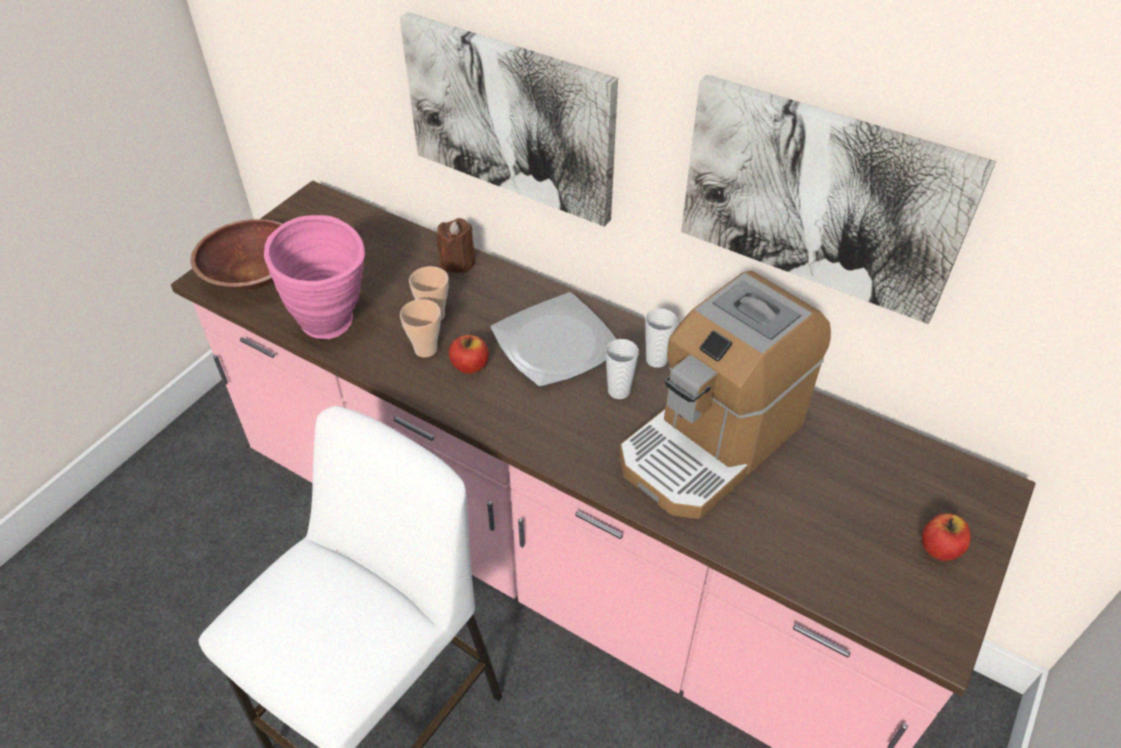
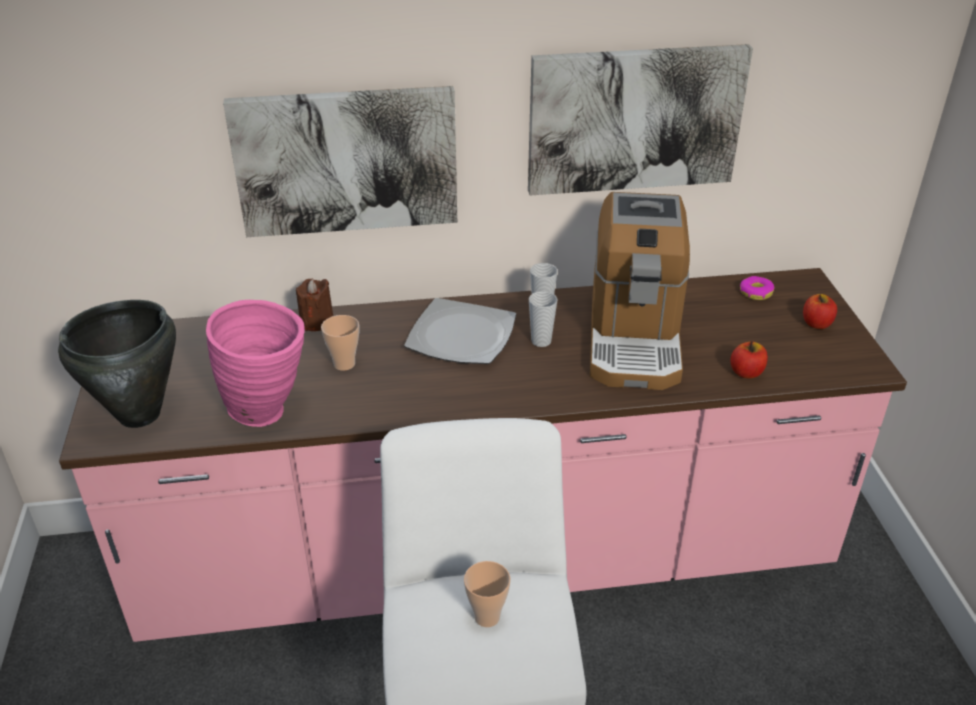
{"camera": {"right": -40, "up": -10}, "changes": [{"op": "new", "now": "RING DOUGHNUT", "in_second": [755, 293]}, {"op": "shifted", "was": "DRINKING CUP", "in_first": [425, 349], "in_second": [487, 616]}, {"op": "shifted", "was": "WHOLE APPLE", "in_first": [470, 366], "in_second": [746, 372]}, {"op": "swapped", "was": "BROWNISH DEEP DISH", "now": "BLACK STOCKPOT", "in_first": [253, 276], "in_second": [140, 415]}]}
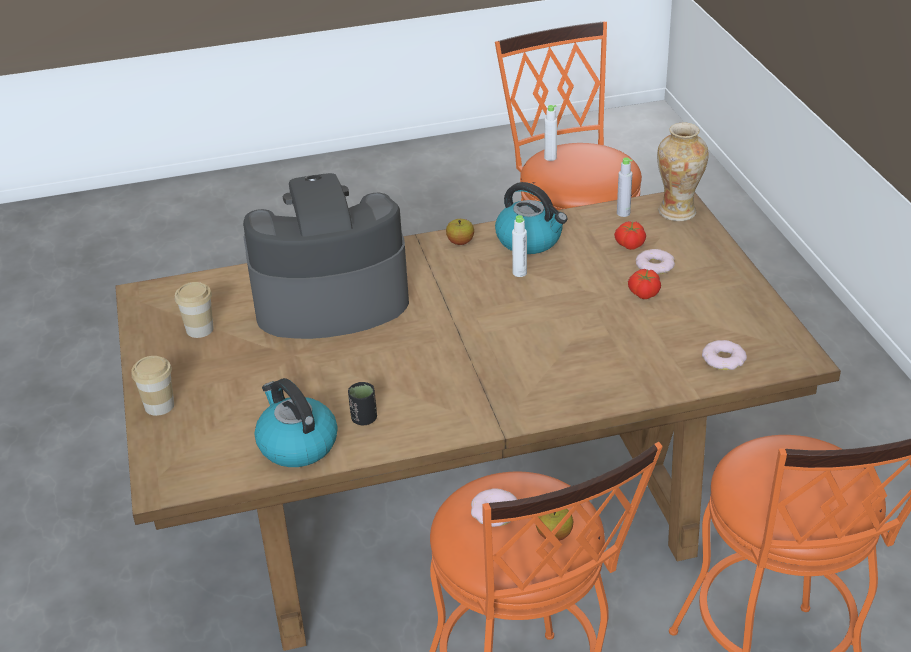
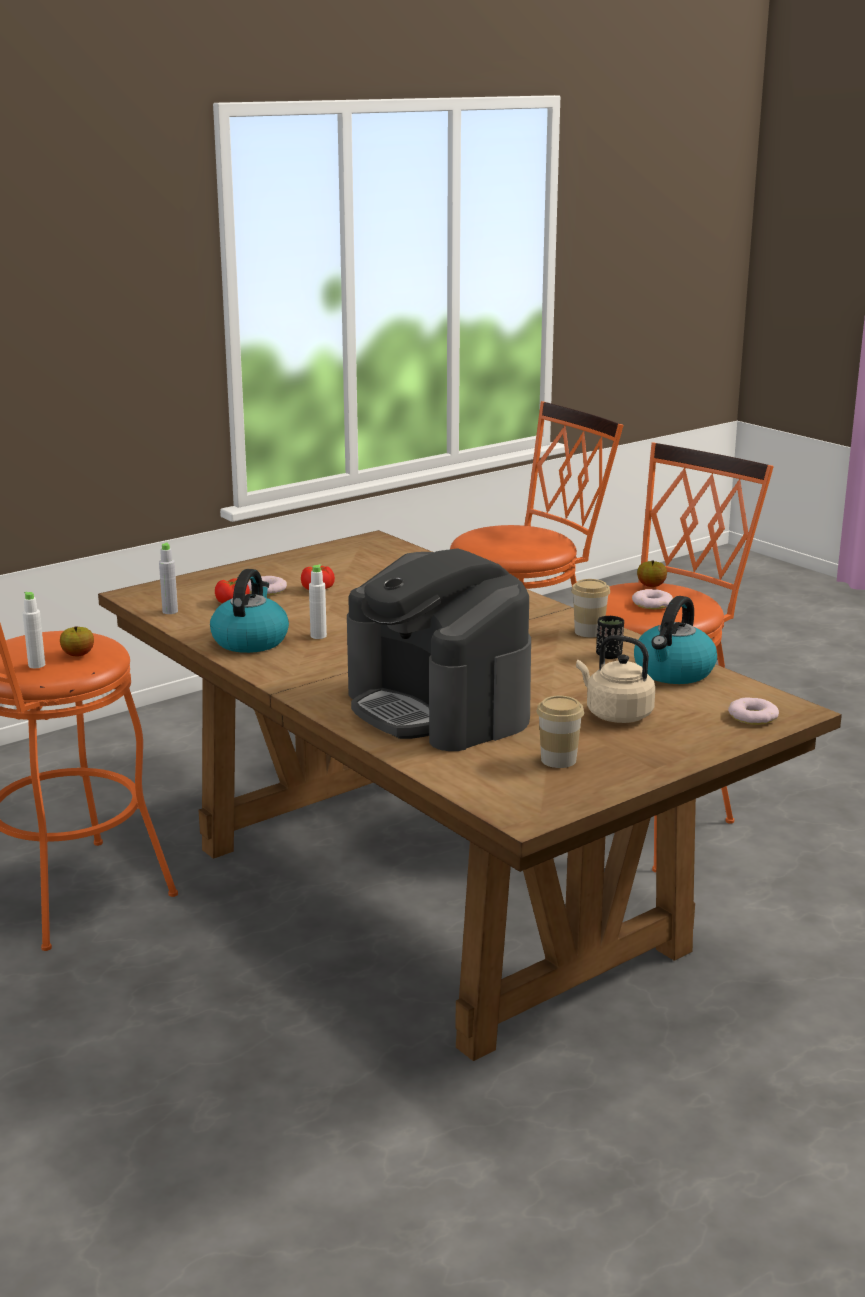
{"camera": {"right": -115, "up": -15}, "changes": [{"op": "gone", "was": "FLOWER VASE", "in_first": [677, 212]}, {"op": "new", "now": "BEIGE-COLOURED TEA KETTLE", "in_second": [615, 714]}, {"op": "shifted", "was": "DRINKING CUP", "in_first": [159, 406], "in_second": [589, 632]}, {"op": "shifted", "was": "WHOLE APPLE", "in_first": [460, 242], "in_second": [78, 655]}, {"op": "shifted", "was": "RING DOUGHNUT", "in_first": [723, 359], "in_second": [752, 716]}]}
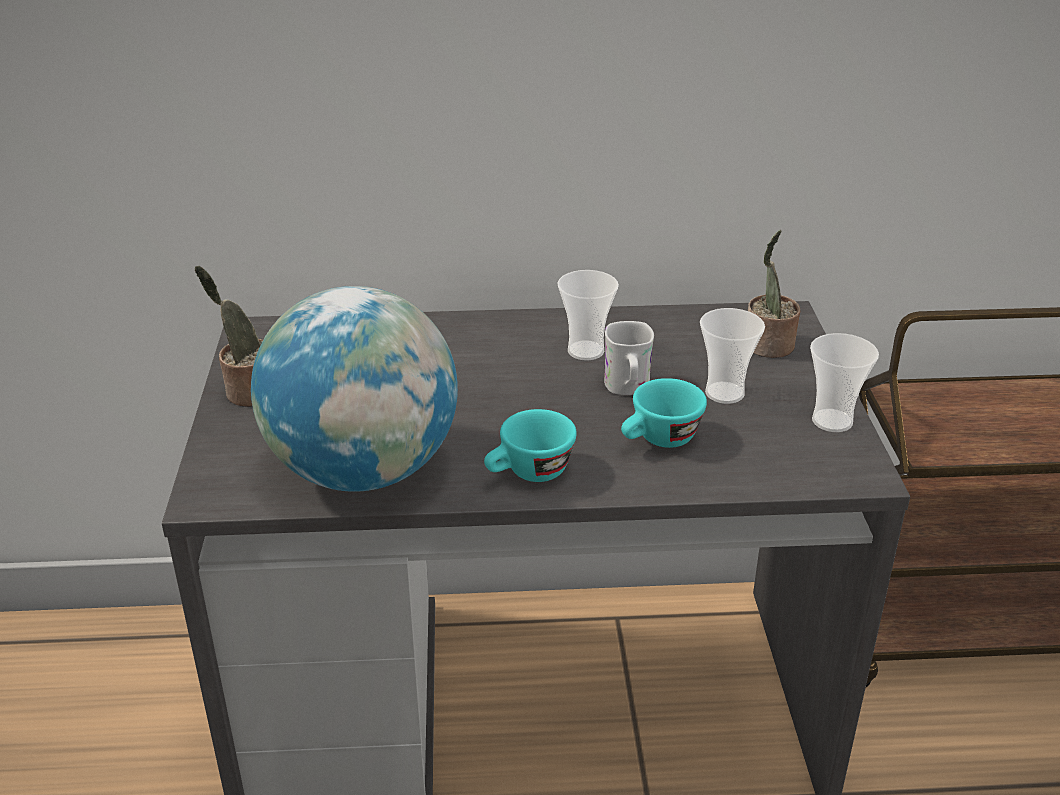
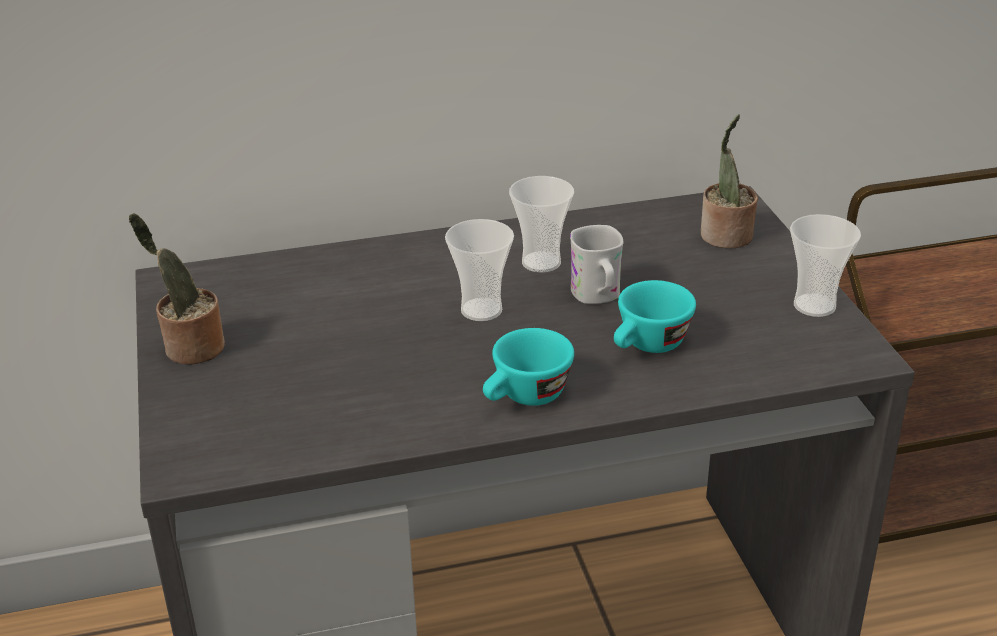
{"camera": {"right": -10, "up": 0}, "changes": [{"op": "gone", "was": "GLOBE", "in_first": [364, 471]}, {"op": "shifted", "was": "DRINKING CUP", "in_first": [724, 393], "in_second": [481, 310]}]}
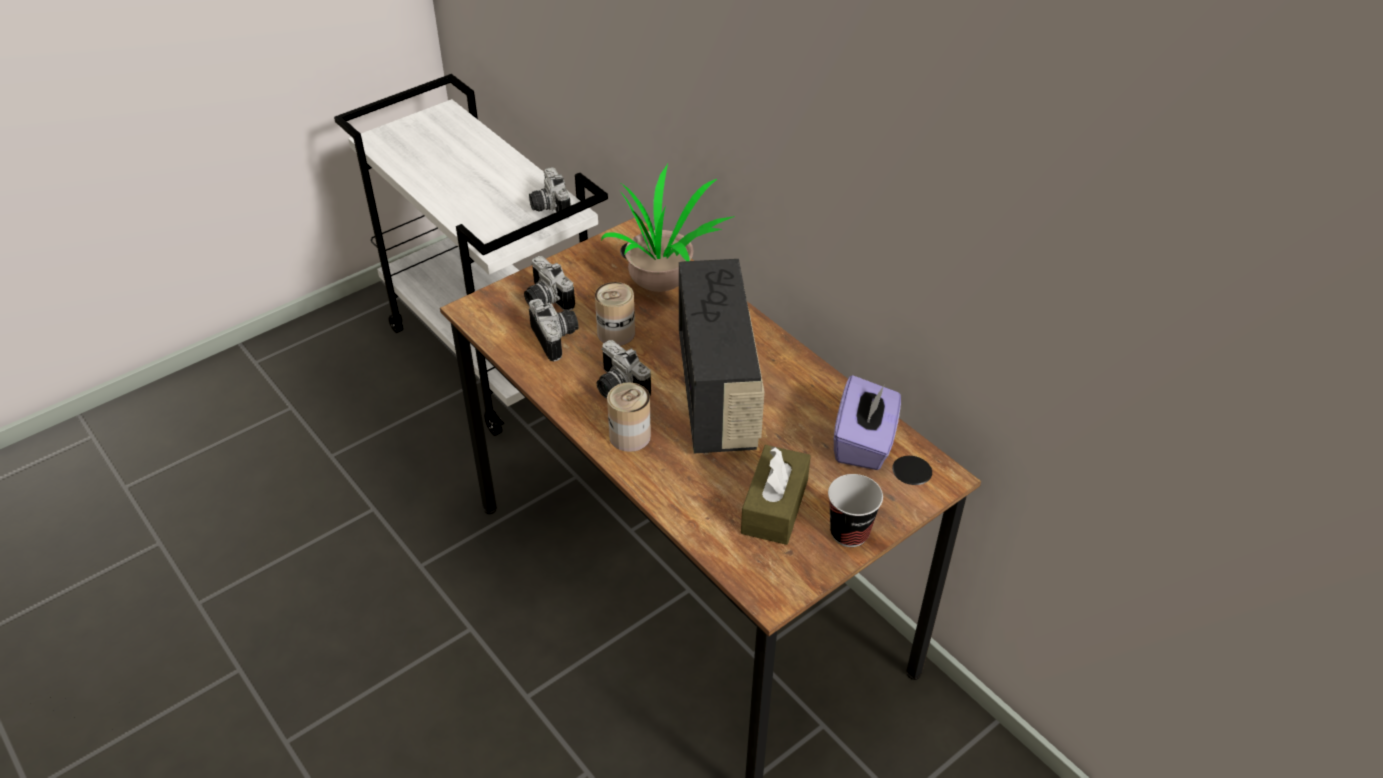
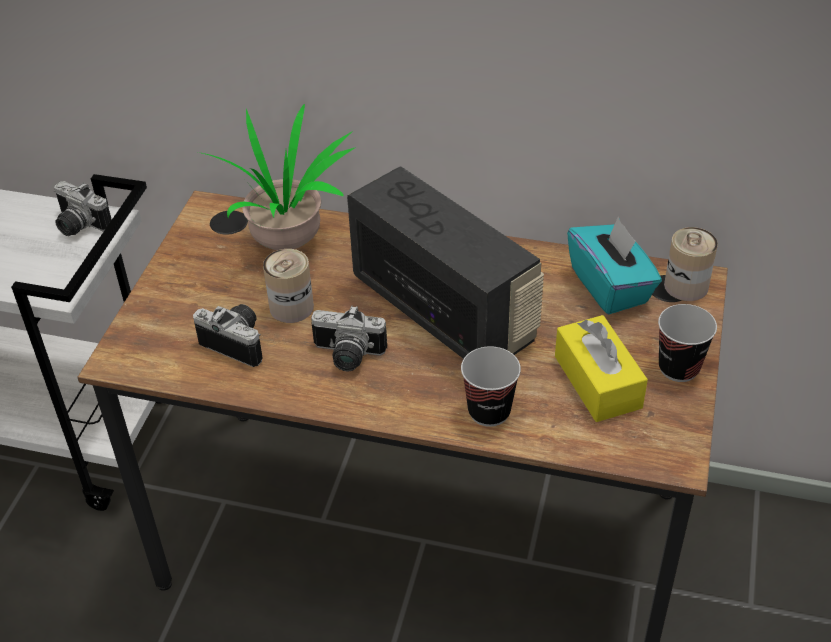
{"camera": {"right": -35, "up": 0}, "changes": [{"op": "gone", "was": "STILL CAMERA", "in_first": [544, 300]}, {"op": "new", "now": "DRINKING CUP", "in_second": [489, 411]}, {"op": "shifted", "was": "CAN", "in_first": [630, 436], "in_second": [686, 286]}, {"op": "repainted", "was": "BROWNISH BOX OF TISSUES", "now": "YELLOW BOX OF TISSUES", "in_first": [774, 506], "in_second": [597, 382]}, {"op": "repainted", "was": "PURPLE-COLOURED BOX OF TISSUES", "now": "BLUE-GREEN BOX OF TISSUES", "in_first": [864, 443], "in_second": [610, 286]}]}
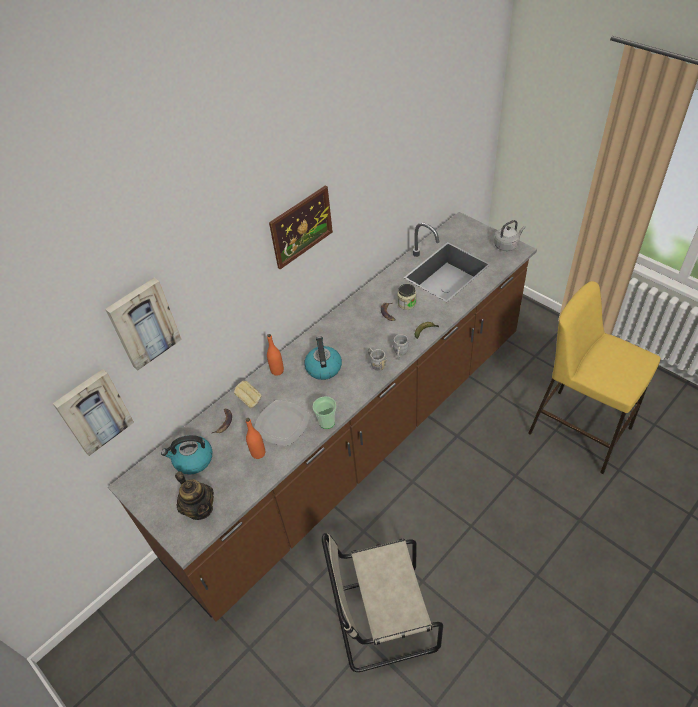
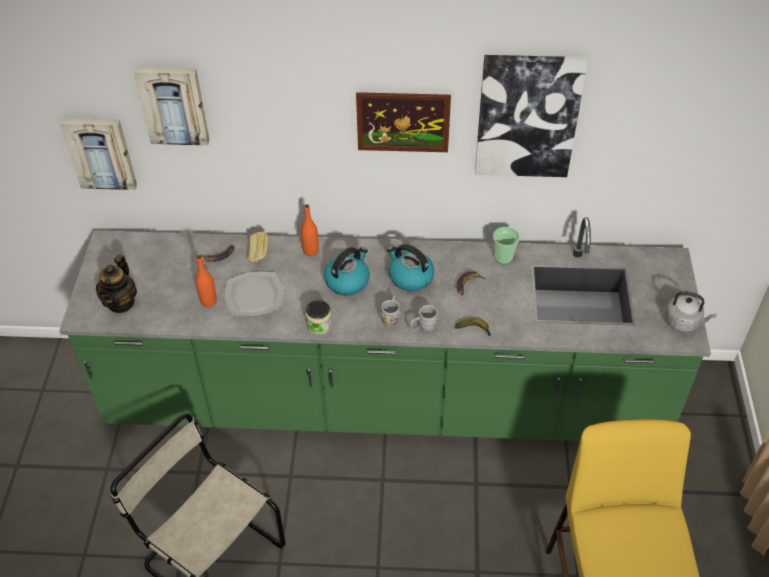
{"camera": {"right": 45, "up": 0}, "changes": [{"op": "new", "now": "WALL ART", "in_second": [527, 116]}, {"op": "shifted", "was": "TEA KETTLE", "in_first": [193, 460], "in_second": [410, 277]}, {"op": "shifted", "was": "DRINKING CUP", "in_first": [327, 422], "in_second": [503, 258]}, {"op": "shifted", "was": "PRESERVE JAR", "in_first": [406, 303], "in_second": [319, 325]}, {"op": "repainted", "was": "BROWNISH KITCHEN BASE UNIT", "now": "GREEN KITCHEN BASE UNIT", "in_first": [358, 441], "in_second": [385, 401]}]}
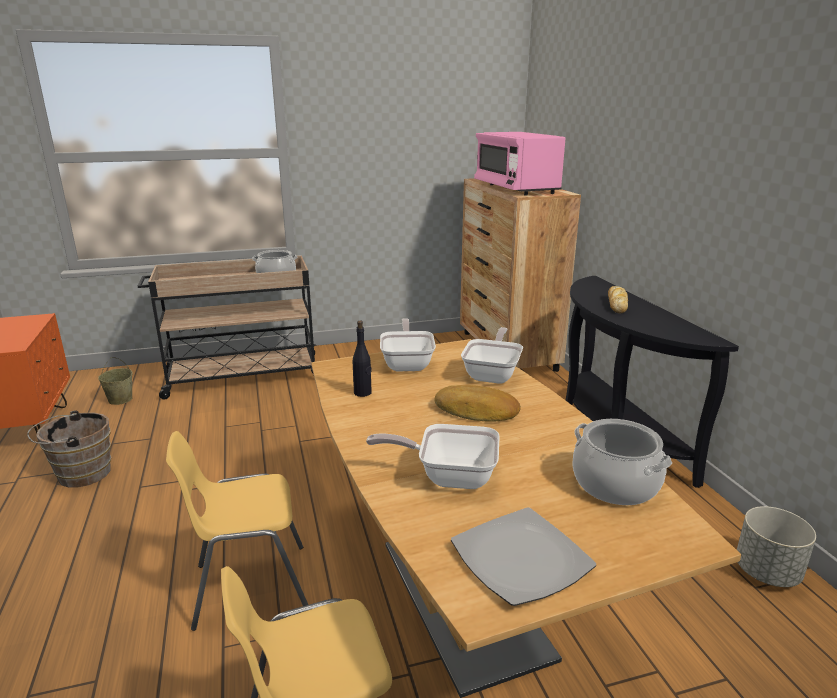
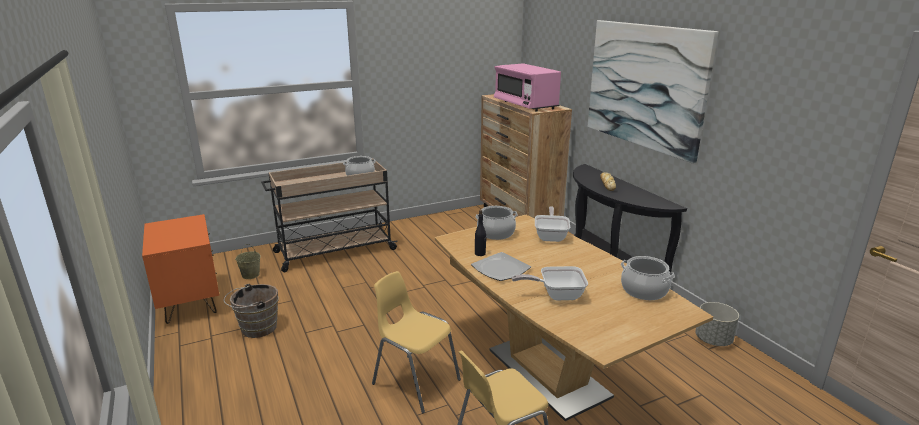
{"camera": {"right": -10, "up": 0}, "changes": [{"op": "gone", "was": "BAKED BREAD", "in_first": [477, 411]}, {"op": "new", "now": "WALL ART", "in_second": [644, 86]}, {"op": "shifted", "was": "FLAT DISH", "in_first": [519, 558], "in_second": [500, 269]}, {"op": "swapped", "was": "PAN", "now": "STOCKPOT", "in_first": [408, 363], "in_second": [496, 233]}, {"op": "rotated", "was": "YELLOW UPRIGHT CHAIR", "in_first": [250, 586], "in_second": [415, 382], "clockwise": 60}]}
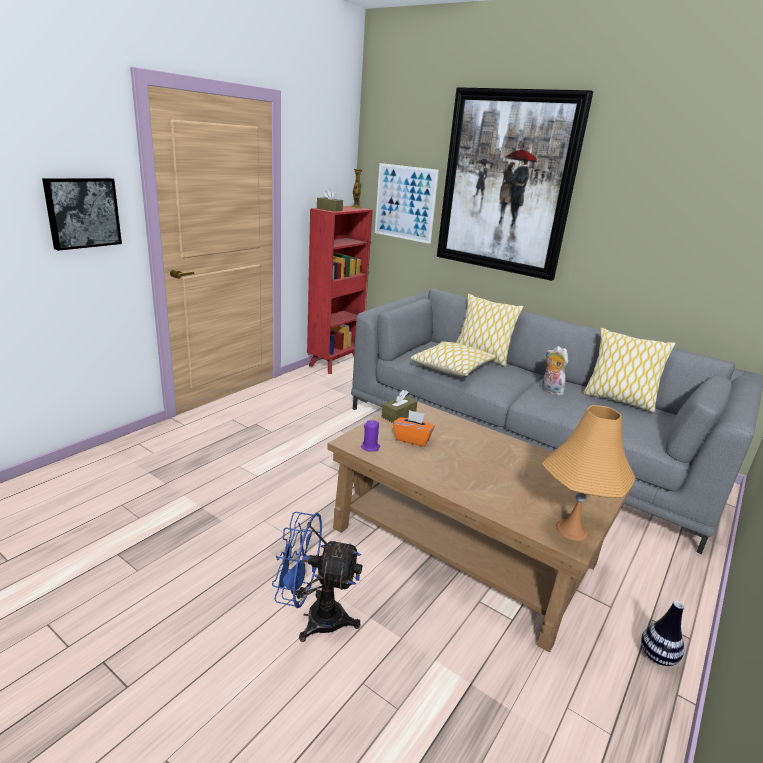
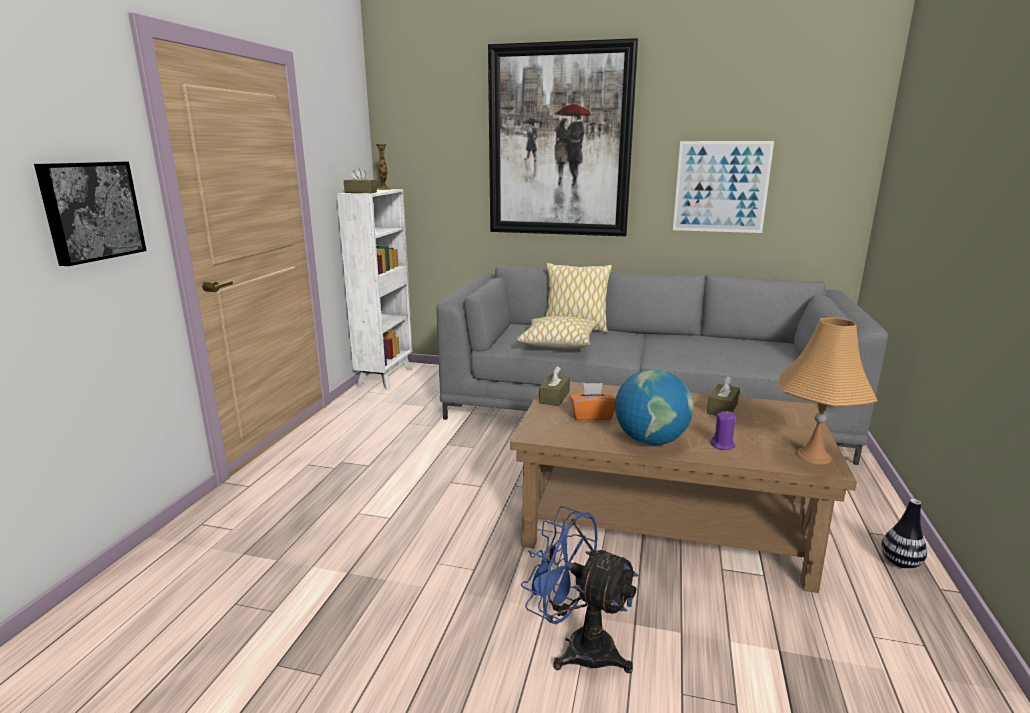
{"camera": {"right": -20, "up": -5}, "changes": [{"op": "gone", "was": "SOFT TOY", "in_first": [550, 391]}, {"op": "gone", "was": "THROW PILLOW", "in_first": [618, 400]}, {"op": "new", "now": "GLOBE", "in_second": [650, 440]}, {"op": "new", "now": "BROWNISH BOX OF TISSUES", "in_second": [722, 408]}, {"op": "shifted", "was": "PURPLE-COLOURED WAX CANDLE", "in_first": [370, 447], "in_second": [723, 445]}, {"op": "shifted", "was": "WALL ART", "in_first": [405, 203], "in_second": [721, 187]}, {"op": "repainted", "was": "RED BOOKCASE", "now": "WHITE-COLOURED BOOKCASE", "in_first": [335, 363], "in_second": [386, 377]}, {"op": "rotated", "was": "BLUE-COLOURED COOLING FAN", "in_first": [315, 617], "in_second": [578, 646], "clockwise": 45}]}
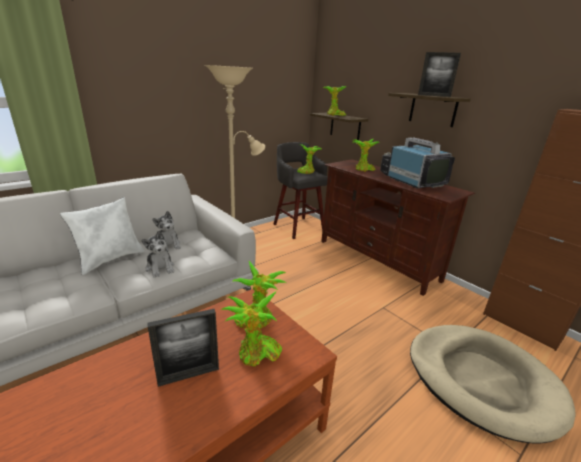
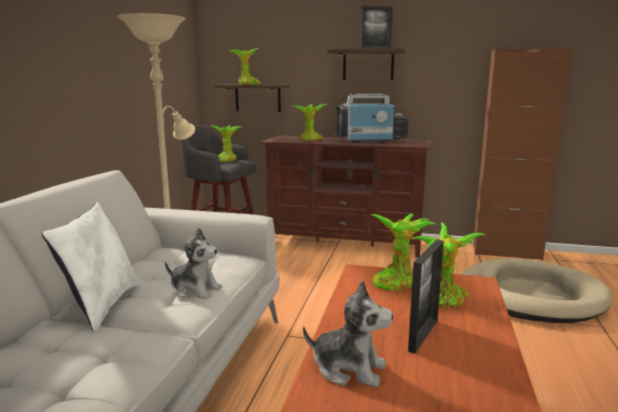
{"camera": {"right": -35, "up": -10}, "changes": [{"op": "shifted", "was": "SOFT TOY", "in_first": [168, 245], "in_second": [349, 368]}, {"op": "rotated", "was": "TV", "in_first": [411, 181], "in_second": [371, 141], "clockwise": 150}]}
